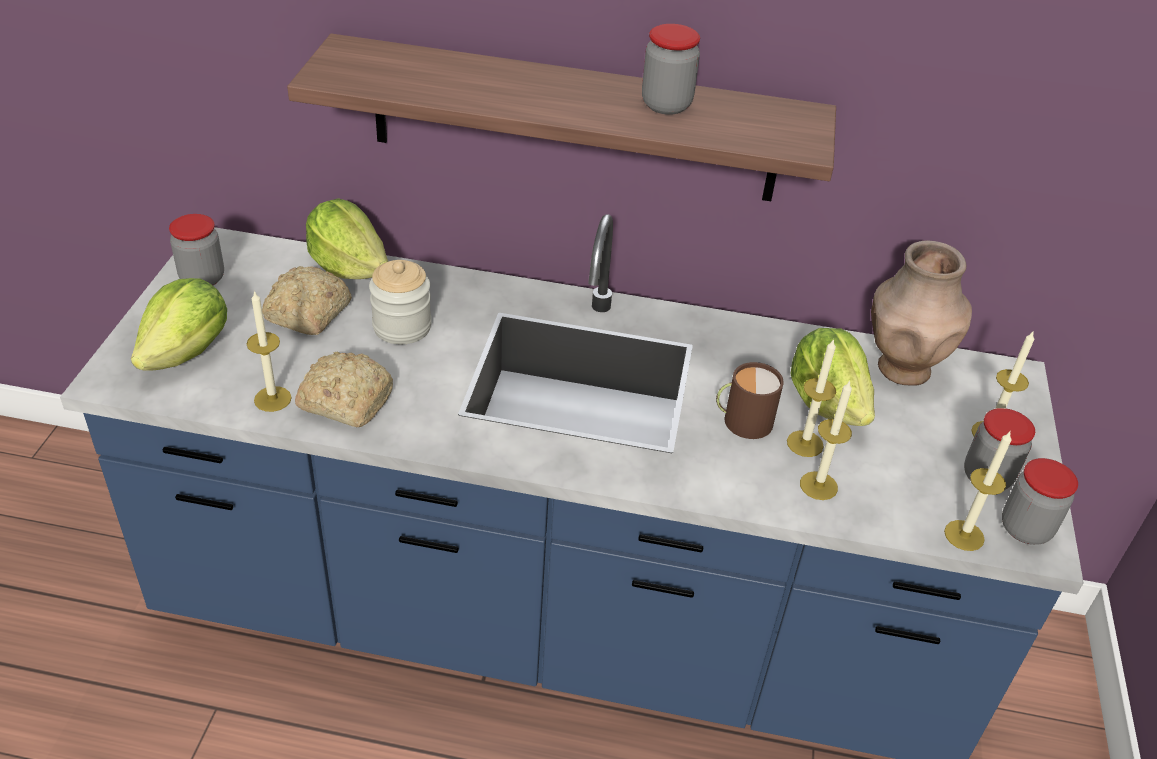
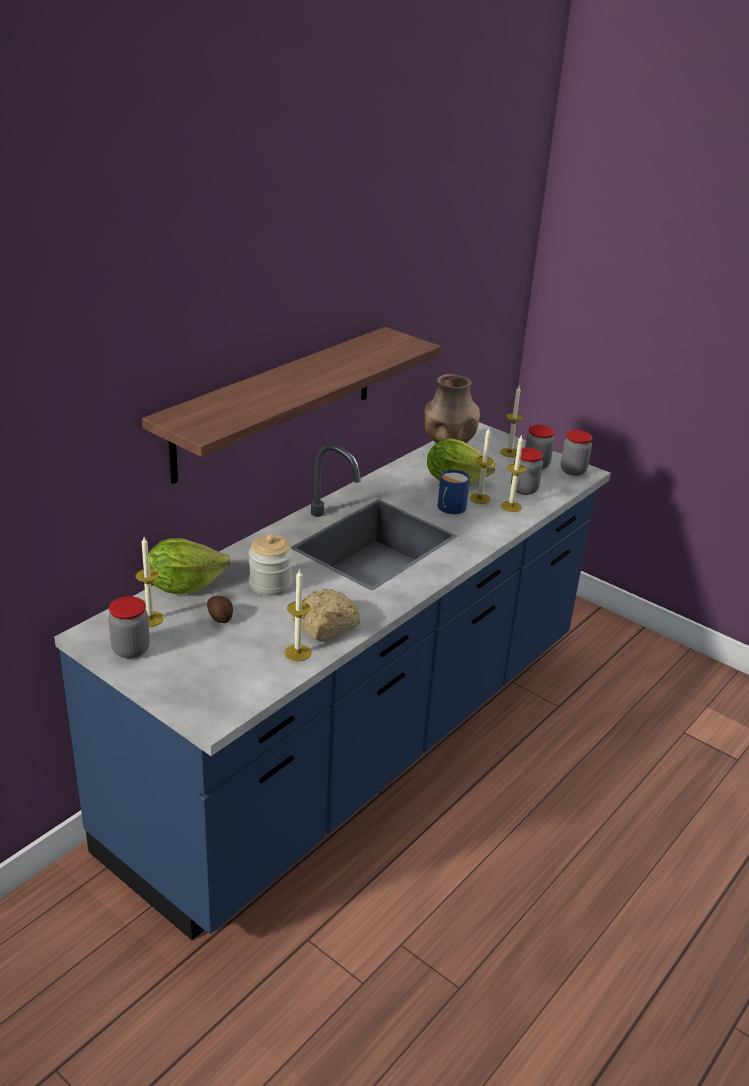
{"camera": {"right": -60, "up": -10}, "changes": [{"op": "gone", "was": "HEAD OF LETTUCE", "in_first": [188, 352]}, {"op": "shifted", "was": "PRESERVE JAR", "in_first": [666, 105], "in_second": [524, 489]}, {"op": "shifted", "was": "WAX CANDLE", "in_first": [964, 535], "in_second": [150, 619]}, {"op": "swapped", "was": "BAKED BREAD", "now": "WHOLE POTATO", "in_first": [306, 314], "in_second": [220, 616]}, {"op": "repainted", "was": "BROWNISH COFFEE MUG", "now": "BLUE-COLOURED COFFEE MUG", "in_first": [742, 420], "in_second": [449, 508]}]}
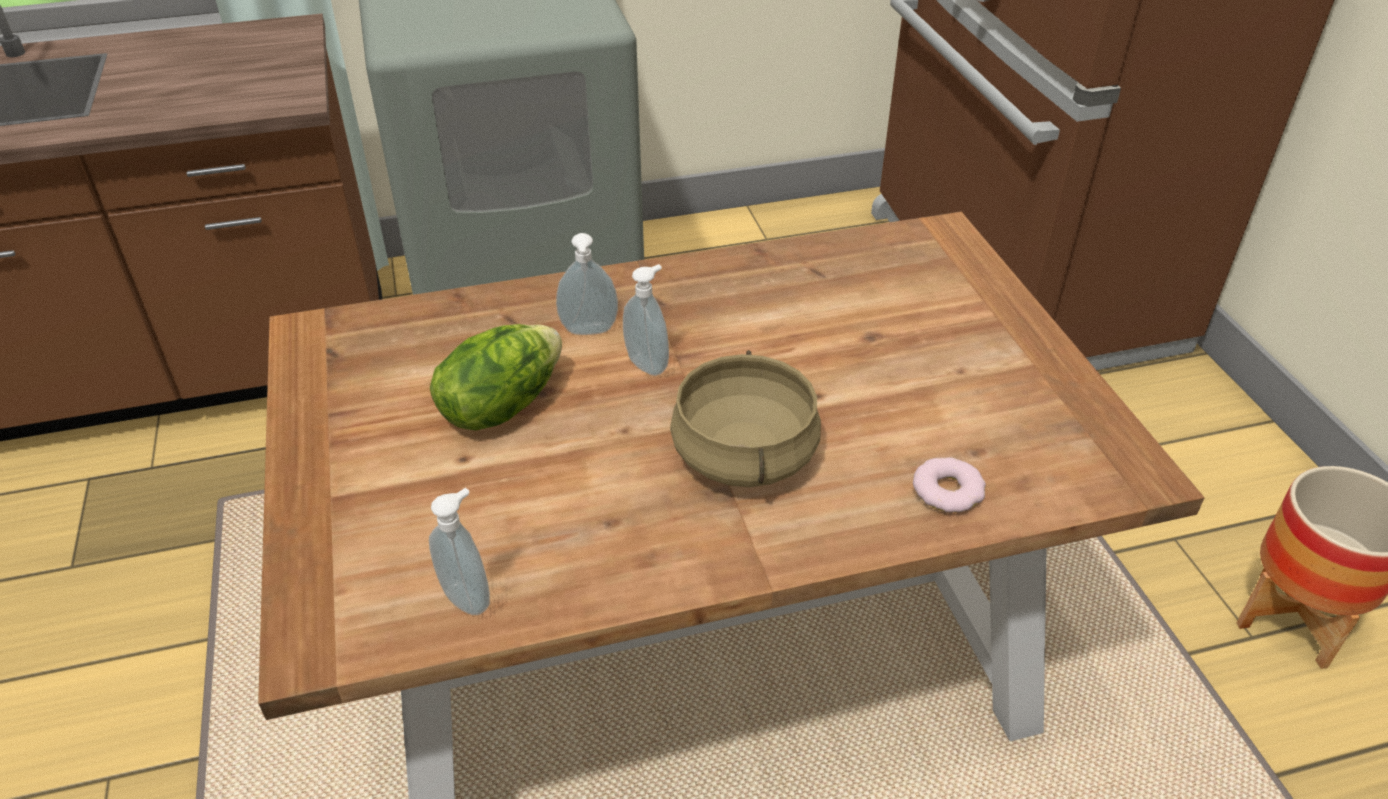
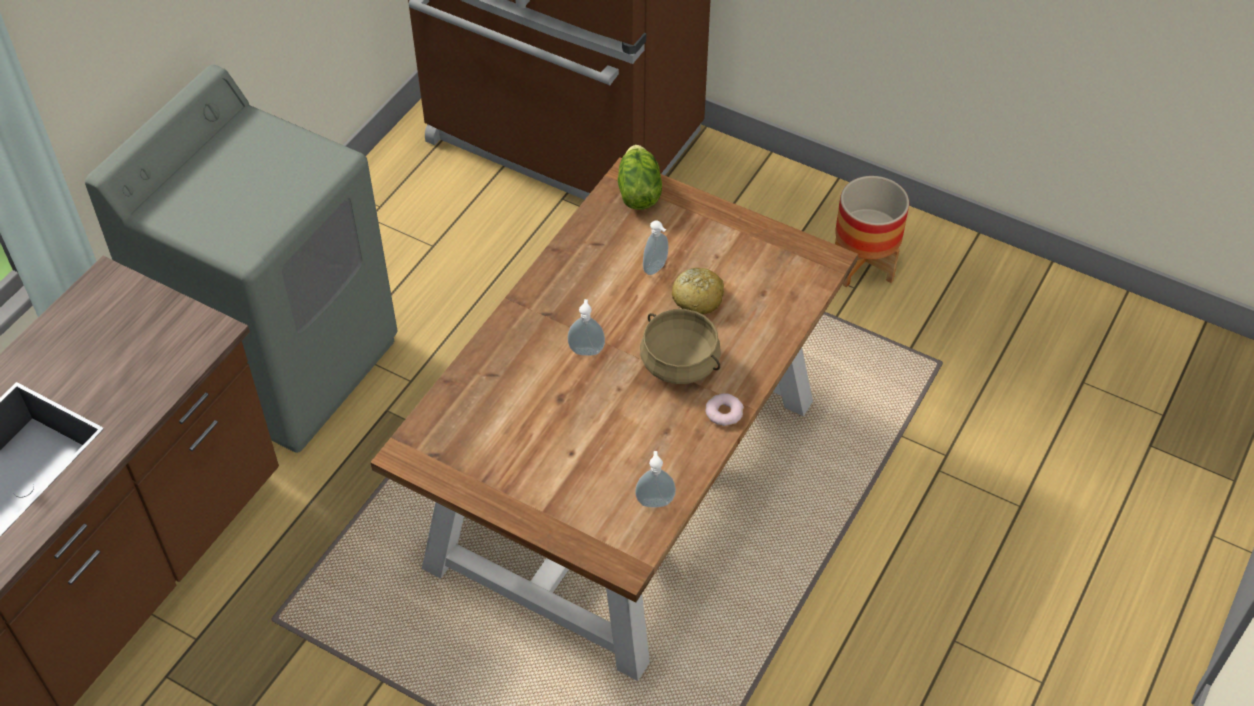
{"camera": {"right": -45, "up": 10}, "changes": [{"op": "new", "now": "BAKED BREAD", "in_second": [697, 298]}, {"op": "shifted", "was": "HEAD OF LETTUCE", "in_first": [501, 405], "in_second": [638, 193]}, {"op": "shifted", "was": "SOAP BOTTLE", "in_first": [589, 332], "in_second": [656, 269]}, {"op": "shifted", "was": "RING DOUGHNUT", "in_first": [947, 490], "in_second": [724, 412]}]}
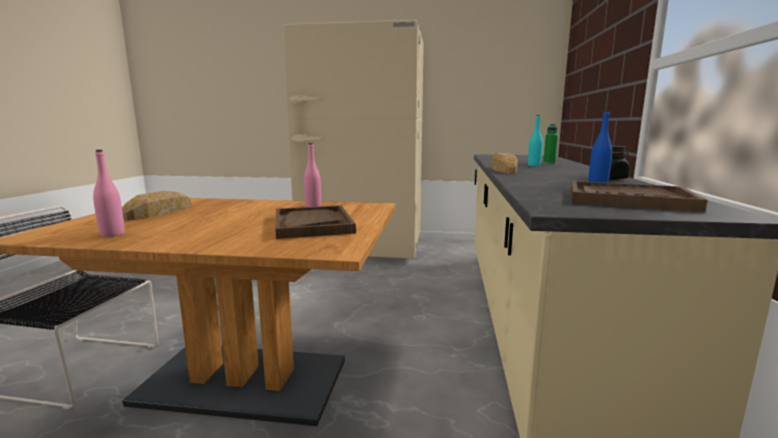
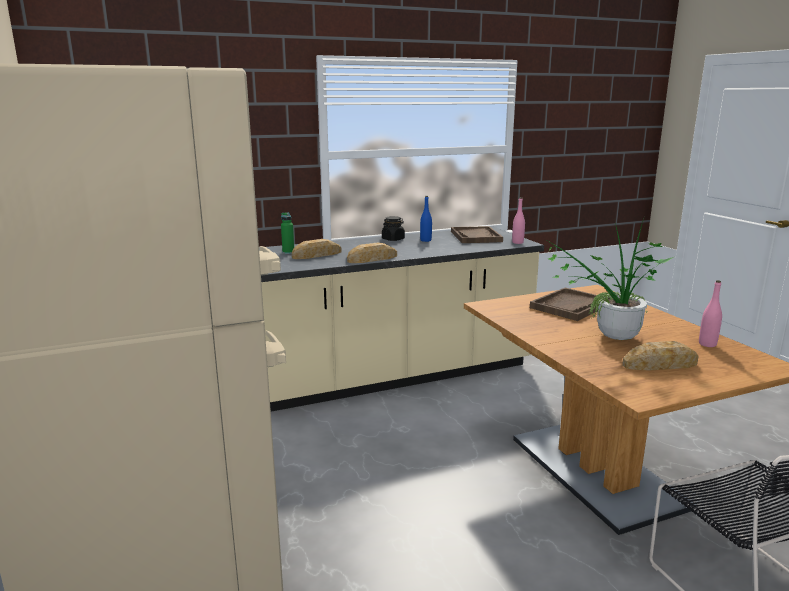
{"camera": {"right": -120, "up": 5}, "changes": [{"op": "new", "now": "PLANT IN A POT", "in_second": [608, 338]}, {"op": "shifted", "was": "PINKISH BEVERAGE BOTTLE", "in_first": [313, 206], "in_second": [517, 242]}, {"op": "swapped", "was": "BLUE-GREEN BEVERAGE BOTTLE", "now": "BAKED BREAD", "in_first": [534, 165], "in_second": [317, 255]}]}
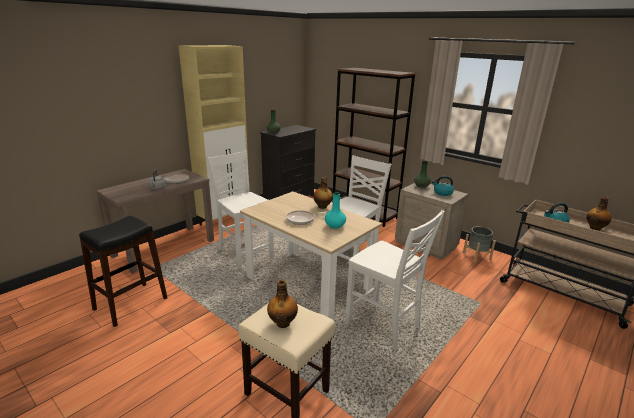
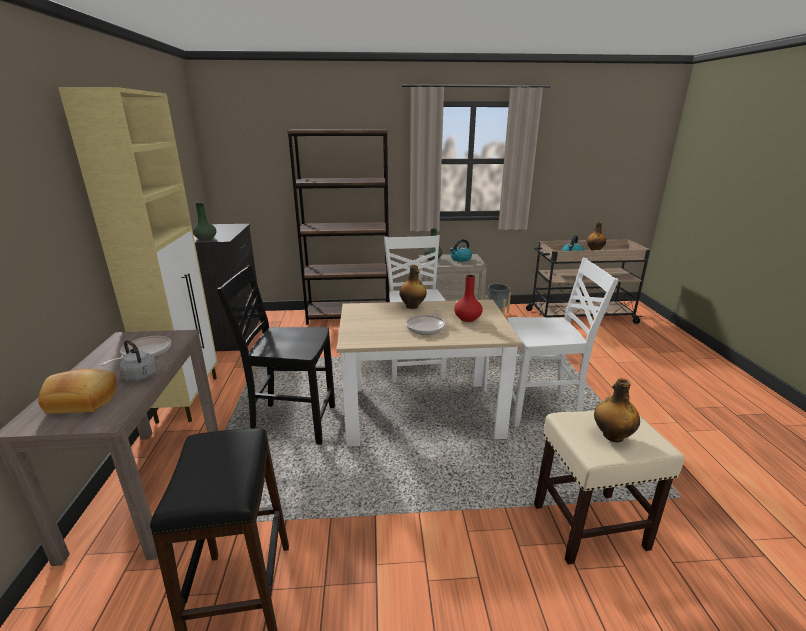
{"camera": {"right": -45, "up": 0}, "changes": [{"op": "new", "now": "BAKED BREAD", "in_second": [84, 400]}, {"op": "repainted", "was": "WHITE-COLOURED UPRIGHT CHAIR", "now": "BLACK UPRIGHT CHAIR", "in_first": [244, 253], "in_second": [292, 422]}, {"op": "repainted", "was": "BLUE-GREEN FLOWER VASE", "now": "RED FLOWER VASE", "in_first": [334, 226], "in_second": [467, 319]}]}
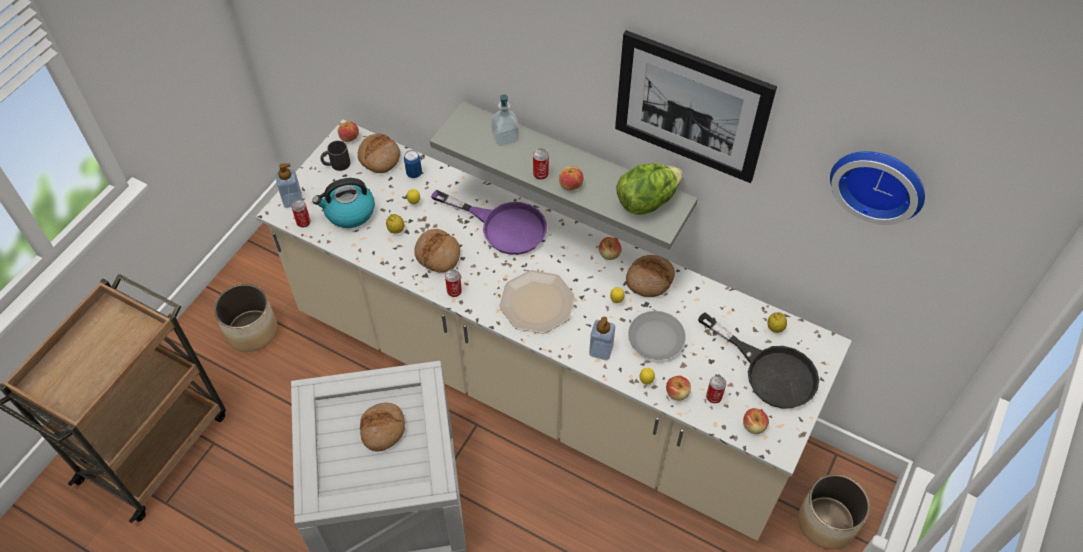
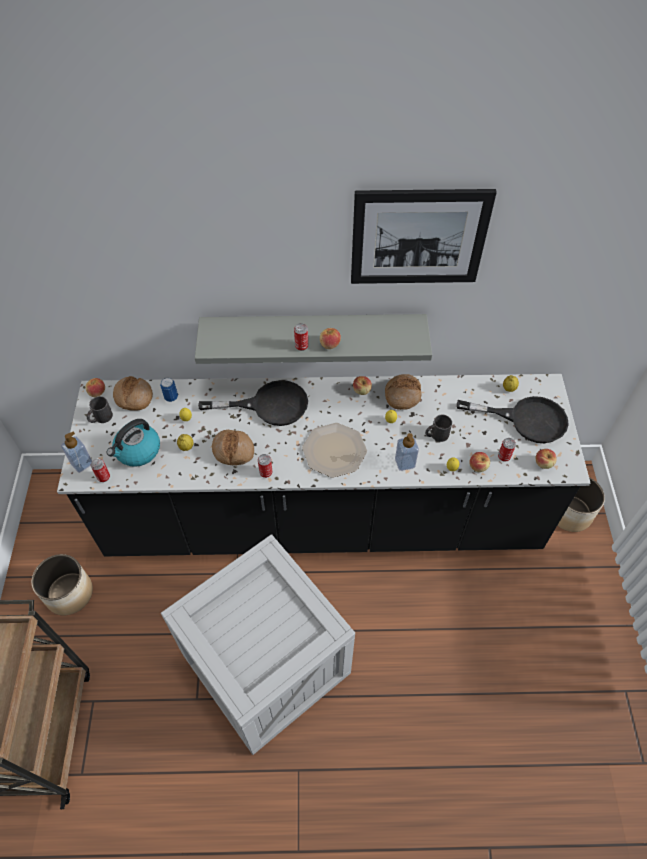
{"camera": {"right": -30, "up": 0}, "changes": [{"op": "gone", "was": "BAKED BREAD", "in_first": [383, 429]}, {"op": "gone", "was": "SOAP BOTTLE", "in_first": [505, 137]}, {"op": "gone", "was": "HEAD OF LETTUCE", "in_first": [646, 201]}, {"op": "gone", "was": "CLOCK ON THE WALL", "in_first": [879, 181]}, {"op": "swapped", "was": "GREY FLAT DISH", "now": "BLACK COFFEE MUG", "in_first": [655, 338], "in_second": [436, 435]}, {"op": "repainted", "was": "BEIGE-COLOURED KITCHEN BASE UNIT", "now": "BLACK KITCHEN BASE UNIT", "in_first": [541, 382], "in_second": [323, 517]}, {"op": "repainted", "was": "PURPLE-COLOURED PAN", "now": "BLACK PAN", "in_first": [503, 226], "in_second": [269, 405]}]}
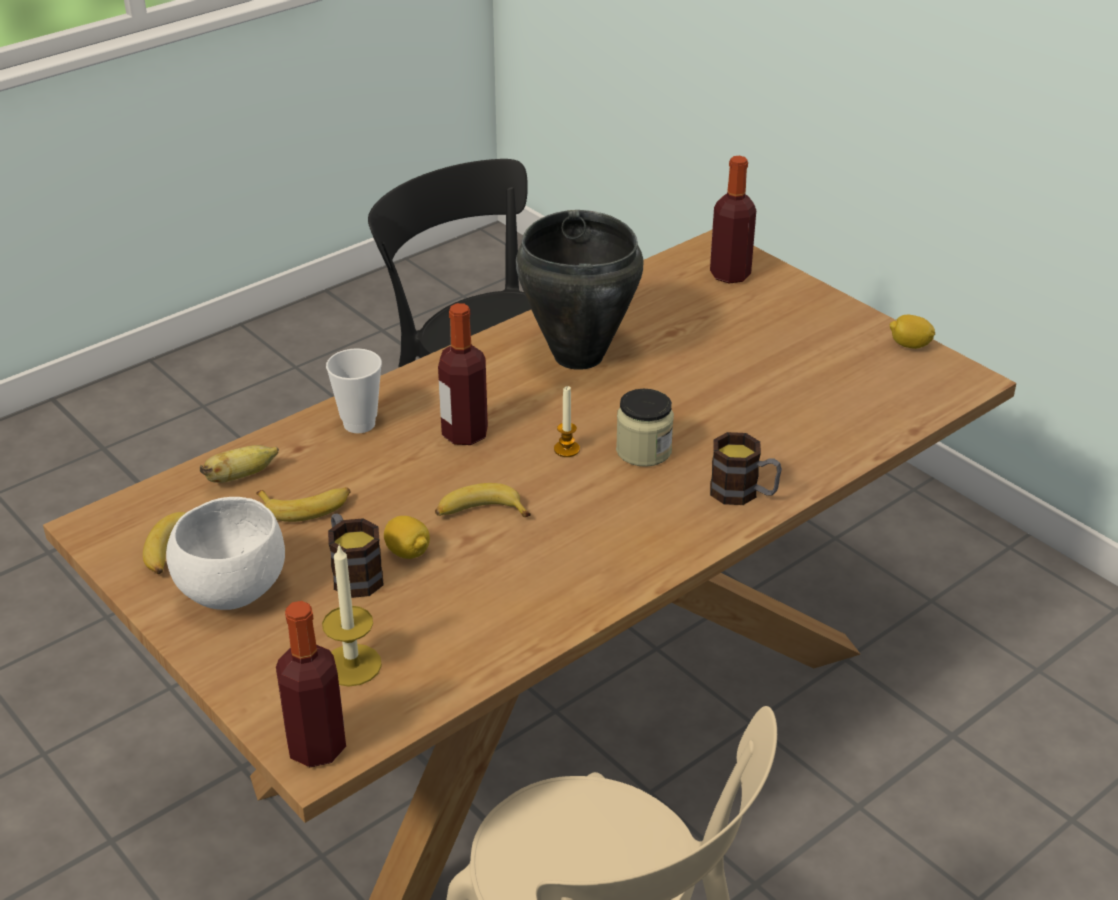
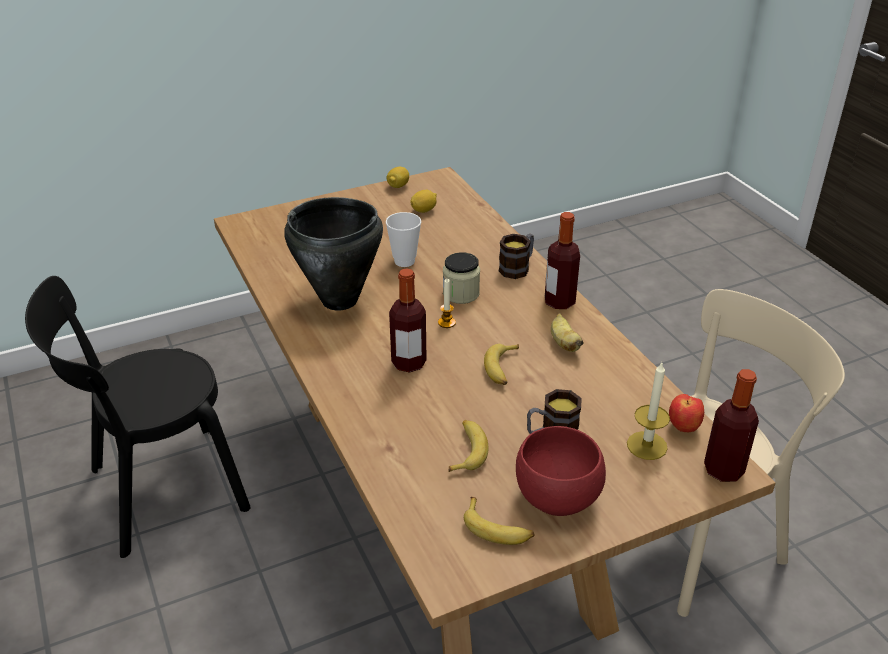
{"camera": {"right": -75, "up": 0}, "changes": [{"op": "new", "now": "WHOLE APPLE", "in_second": [684, 428]}, {"op": "shifted", "was": "BANANA", "in_first": [241, 476], "in_second": [564, 343]}, {"op": "shifted", "was": "DRINKING CUP", "in_first": [359, 424], "in_second": [404, 261]}, {"op": "shifted", "was": "CITRUS FRUIT", "in_first": [408, 552], "in_second": [424, 210]}, {"op": "shifted", "was": "BEVERAGE BOTTLE", "in_first": [730, 275], "in_second": [559, 302]}, {"op": "repainted", "was": "WHITE-COLOURED DEEP DISH", "now": "RED DEEP DISH", "in_first": [230, 591], "in_second": [556, 500]}]}
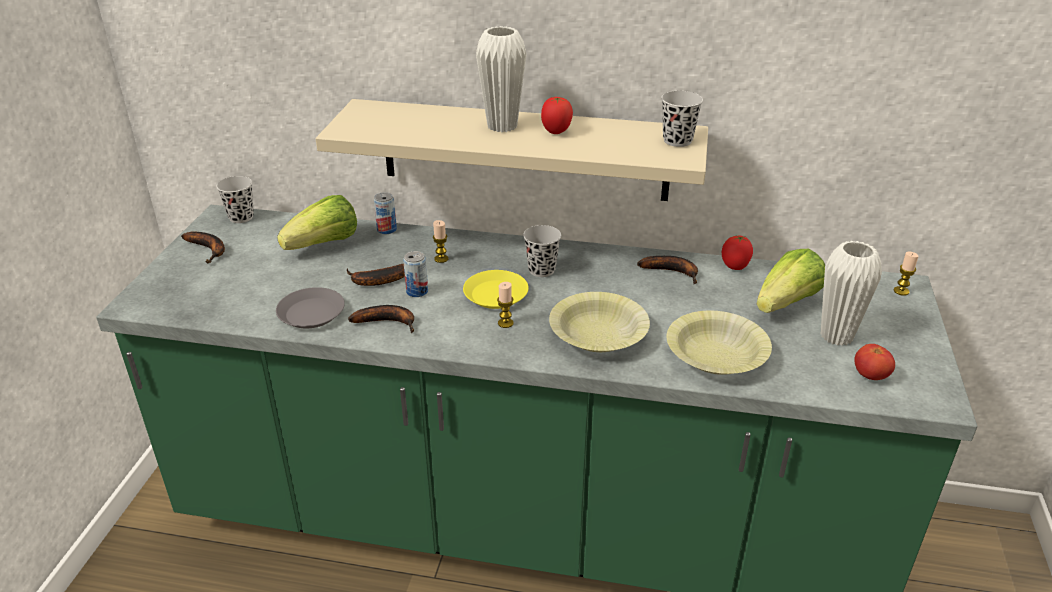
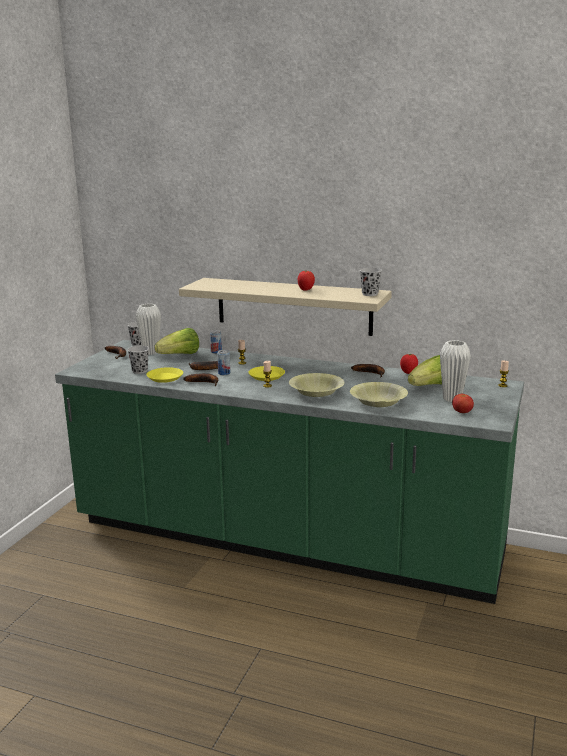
{"camera": {"right": 10, "up": -15}, "changes": [{"op": "shifted", "was": "WHITE-COLOURED FLOWER VASE", "in_first": [502, 126], "in_second": [151, 352]}, {"op": "shifted", "was": "BLACK DRINKING CUP", "in_first": [541, 270], "in_second": [140, 371]}, {"op": "repainted", "was": "GREY FLAT DISH", "now": "YELLOW FLAT DISH", "in_first": [311, 313], "in_second": [165, 378]}]}
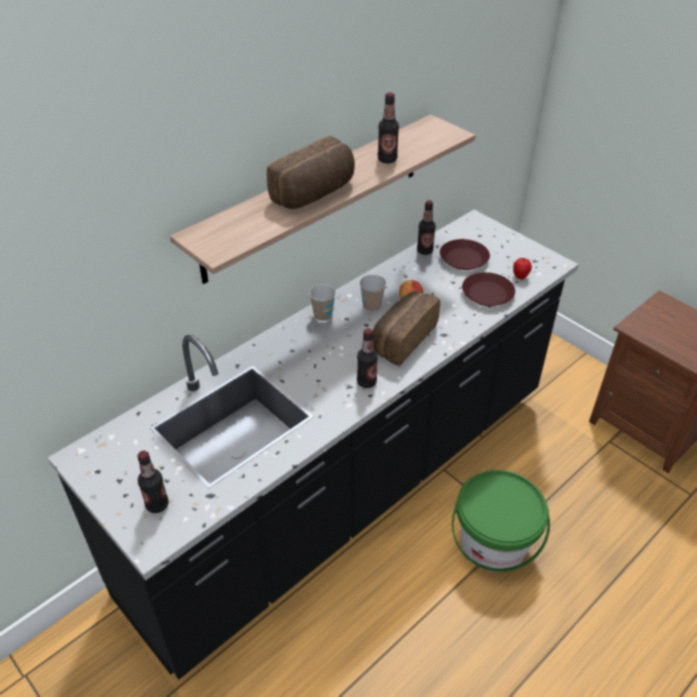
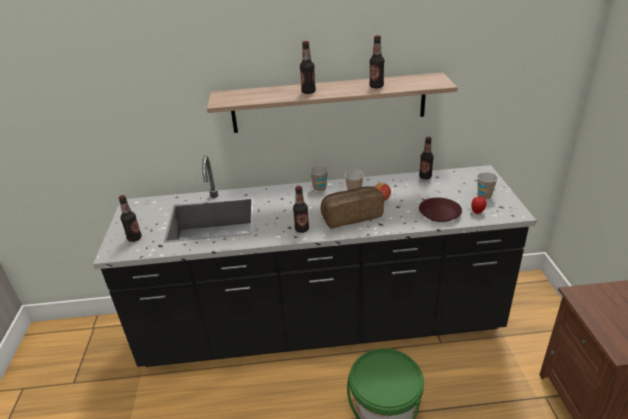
{"camera": {"right": 40, "up": -10}, "changes": [{"op": "gone", "was": "BROWNISH FLAT DISH", "in_first": [463, 258]}, {"op": "new", "now": "DRINKING CUP", "in_second": [484, 196]}, {"op": "swapped", "was": "BAKED BREAD", "now": "BEVERAGE BOTTLE", "in_first": [315, 194], "in_second": [308, 92]}]}
